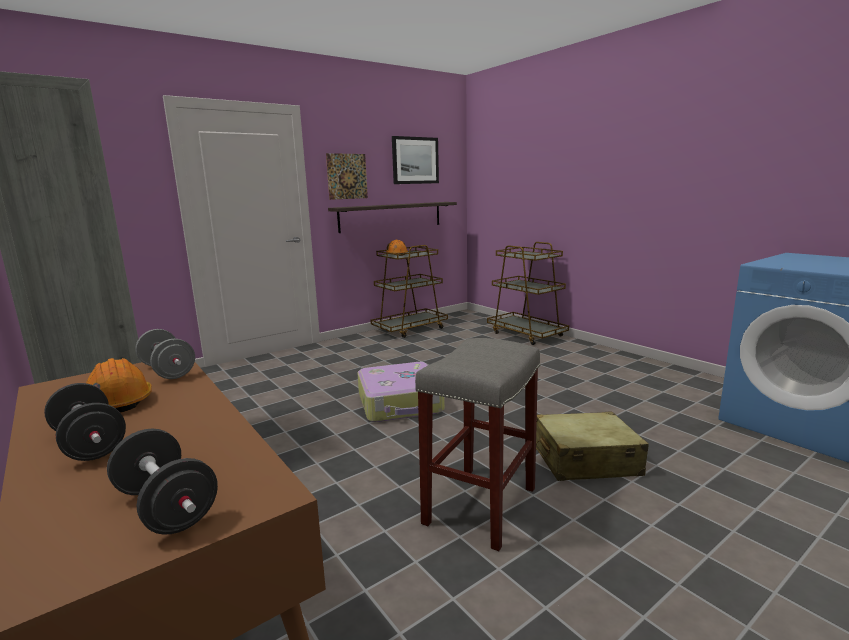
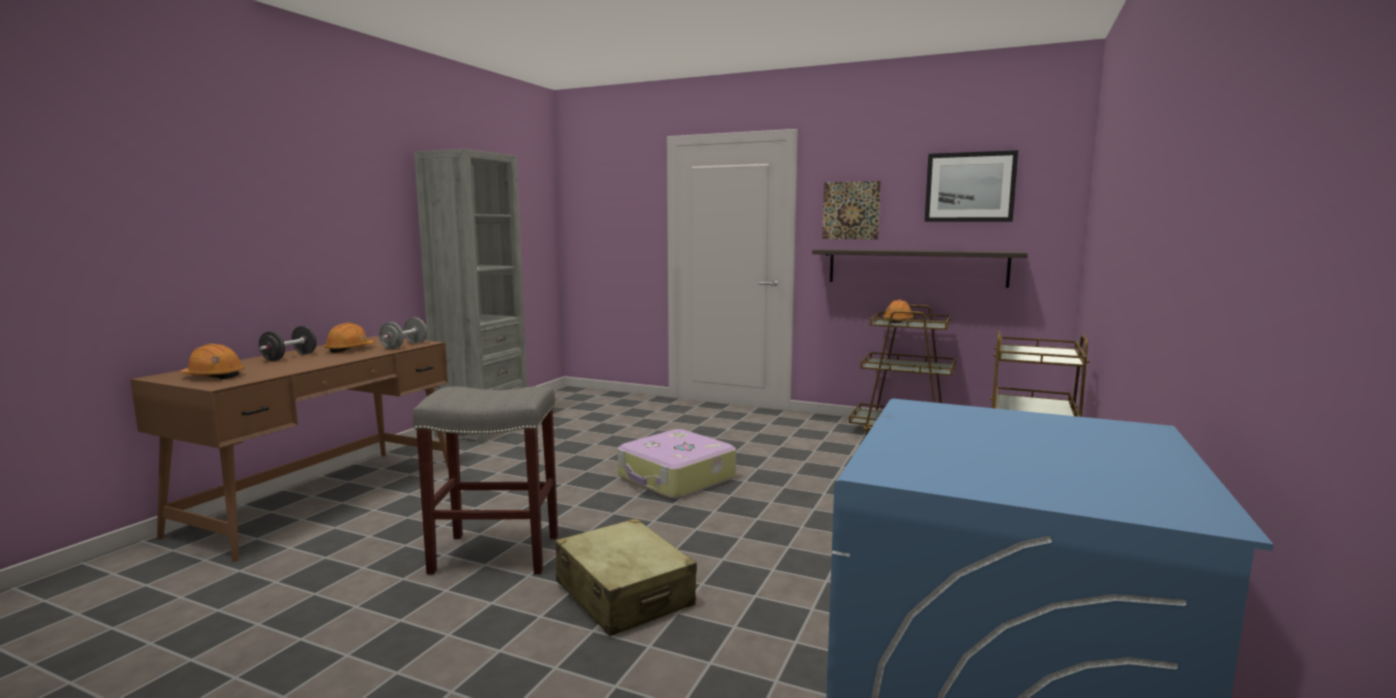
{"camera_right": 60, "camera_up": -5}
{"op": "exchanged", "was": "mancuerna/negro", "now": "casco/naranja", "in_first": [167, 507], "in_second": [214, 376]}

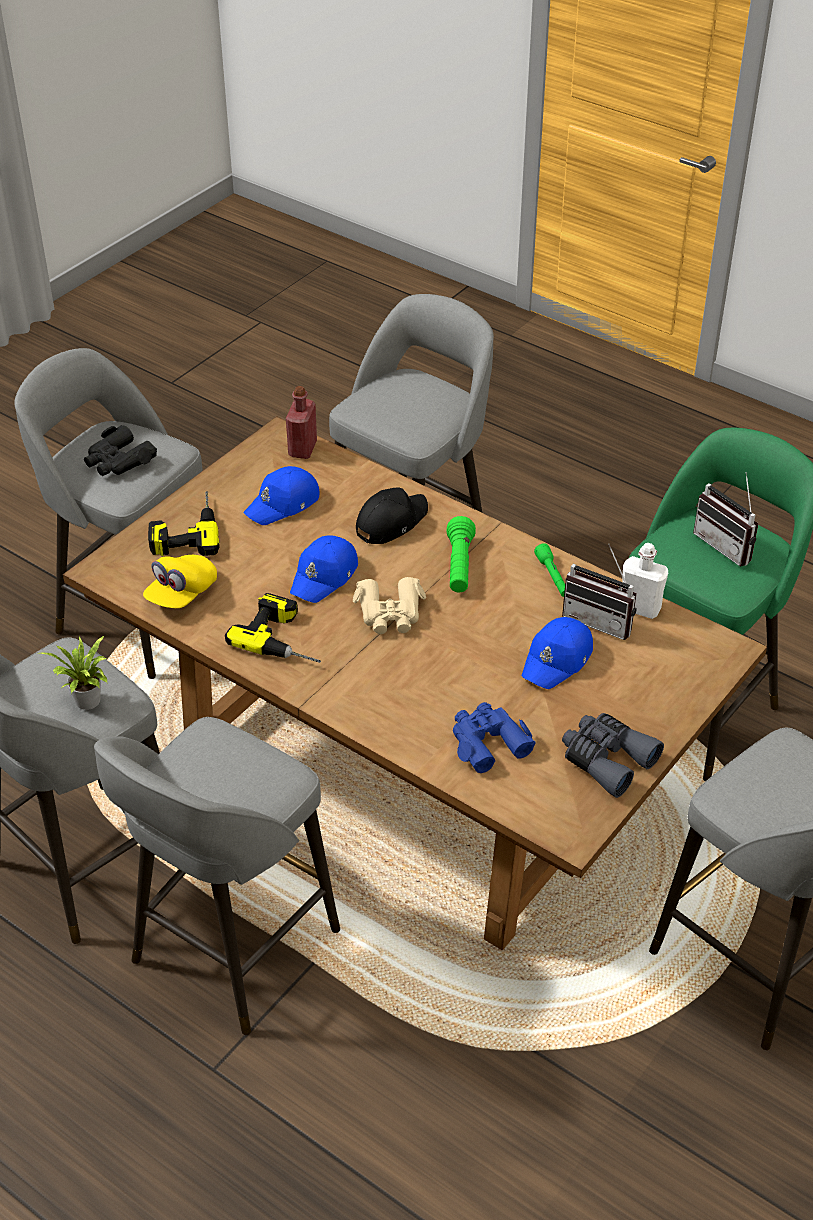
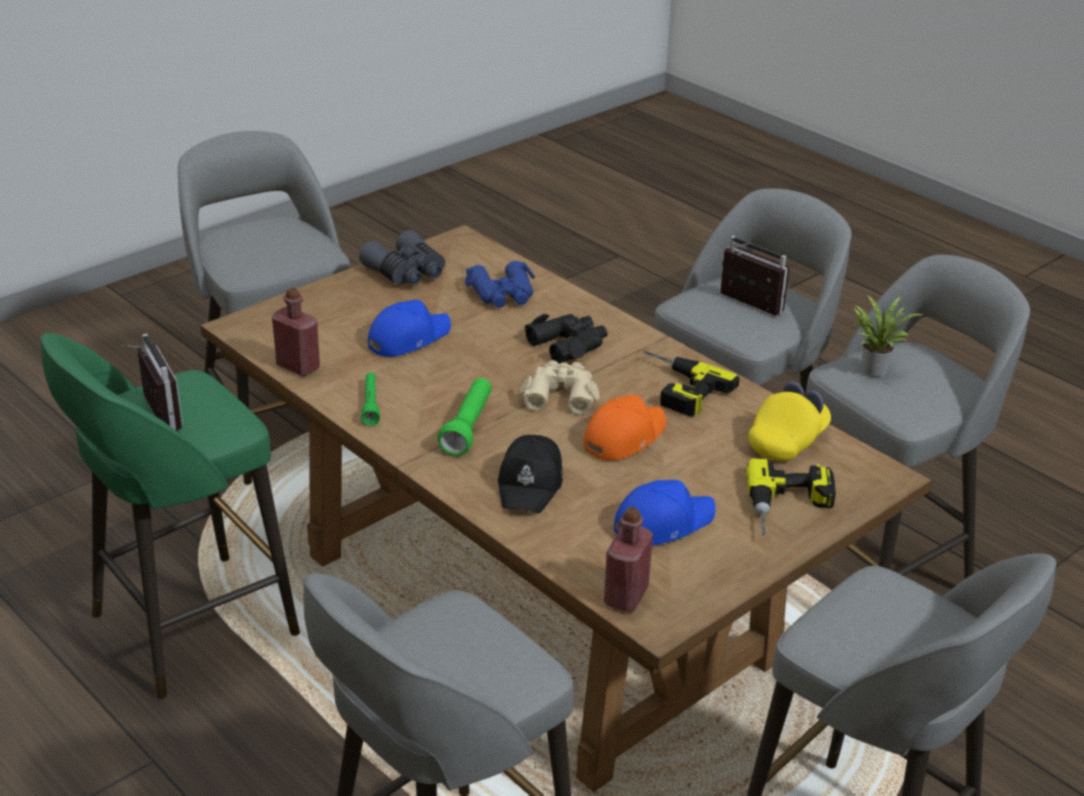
{"camera_right": -170, "camera_up": -10}
{"op": "relocated", "was": "prismáticos/negro", "in_first": [118, 460], "in_second": [568, 344]}
{"op": "colour", "was": "gorra/azul", "now": "gorra/naranja", "in_first": [325, 576], "in_second": [623, 437]}
{"op": "spun", "was": "gorra/negro", "in_first": [390, 522], "in_second": [531, 484], "clockwise": -45}
{"op": "relocated", "was": "radio", "in_first": [601, 620], "in_second": [746, 306]}
{"op": "colour", "was": "botella/blanco", "now": "botella/rojo", "in_first": [640, 608], "in_second": [298, 367]}

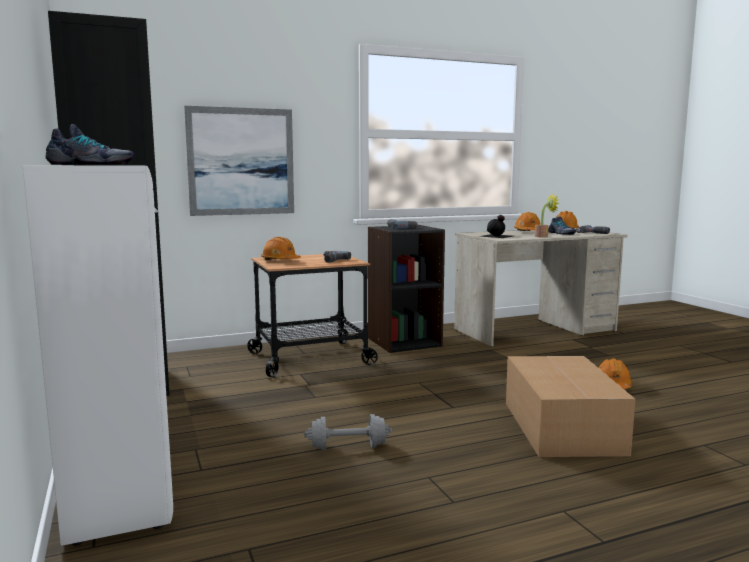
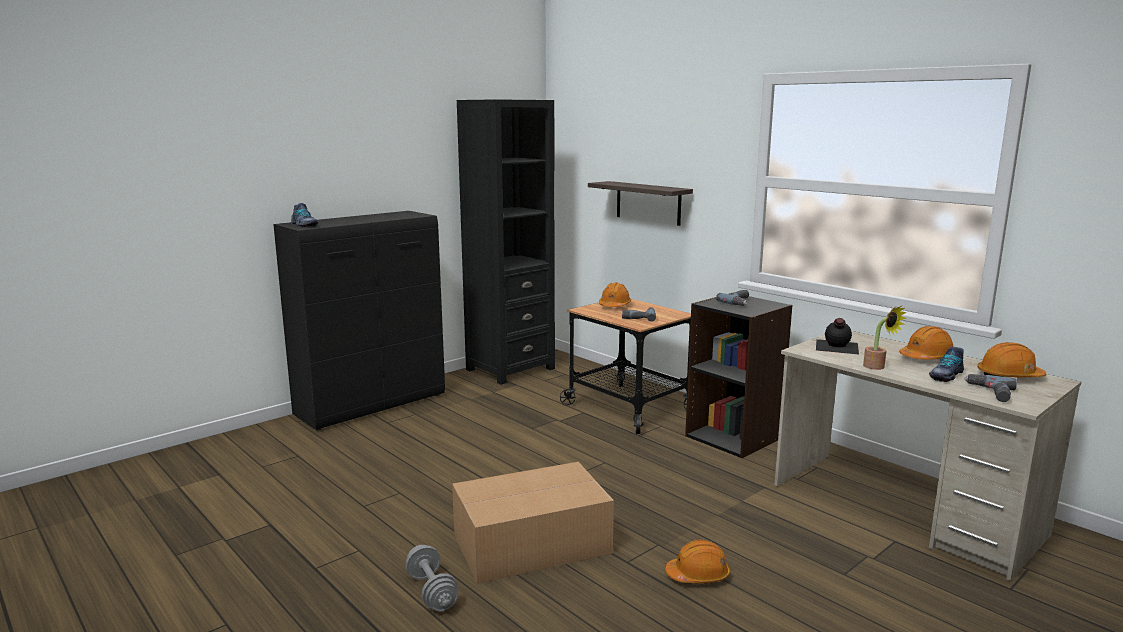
{"camera_right": 70, "camera_up": 5}
{"op": "colour", "was": "armario/blanco", "now": "armario/negro", "in_first": [119, 476], "in_second": [372, 405]}
{"op": "exchanged", "was": "cuadro", "now": "estante", "in_first": [241, 161], "in_second": [648, 203]}
{"op": "relocated", "was": "mancuerna/gris", "in_first": [348, 447], "in_second": [432, 592]}

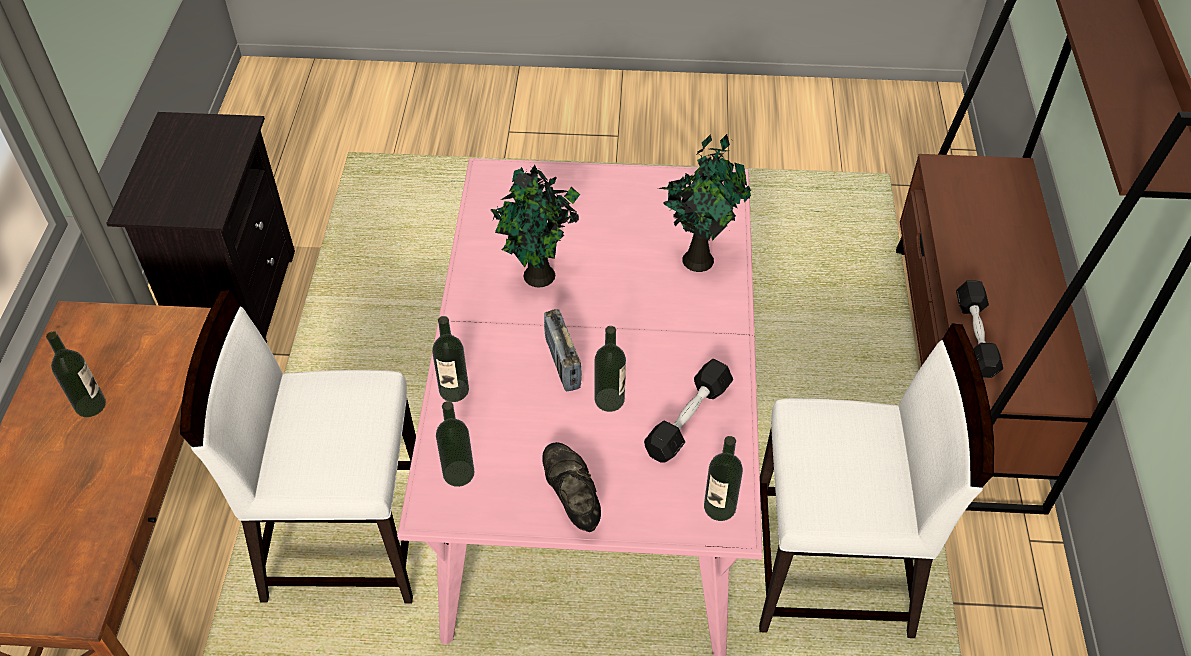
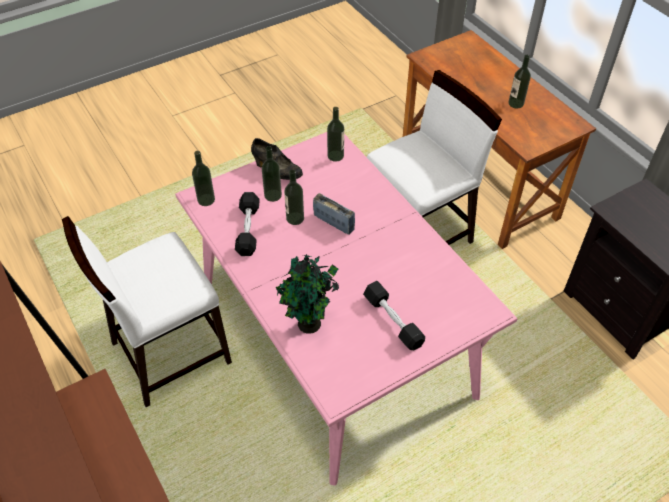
{"camera_right": 145, "camera_up": 0}
{"op": "relocated", "was": "botella", "in_first": [454, 390], "in_second": [273, 195]}
{"op": "missing", "was": "planta en maceta", "in_first": [539, 278]}
{"op": "relocated", "was": "mancuerna/negro", "in_first": [975, 337], "in_second": [393, 321]}

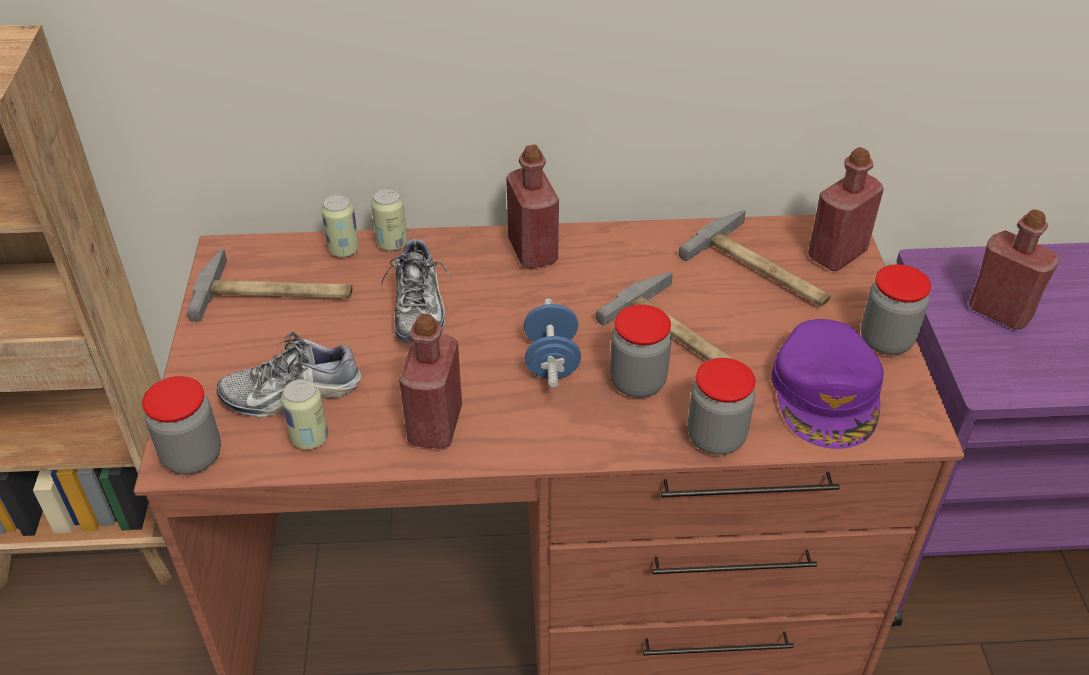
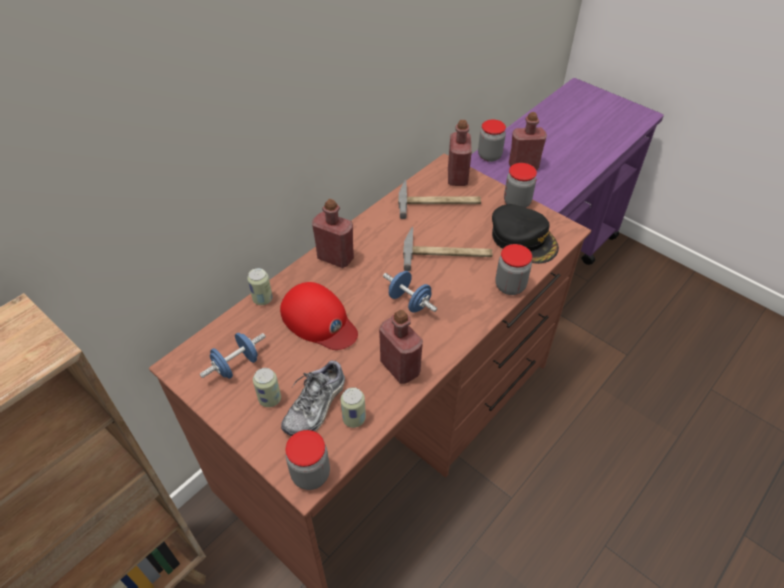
{"camera_right": -45, "camera_up": 5}
{"op": "exchanged", "was": "martillo", "now": "mancuerna/azul", "in_first": [276, 292], "in_second": [236, 365]}
{"op": "relocated", "was": "lata", "in_first": [344, 249], "in_second": [270, 399]}
{"op": "exchanged", "was": "zapato", "now": "gorra/rojo", "in_first": [418, 307], "in_second": [319, 320]}
{"op": "relocated", "was": "tarro", "in_first": [637, 382], "in_second": [489, 156]}
{"op": "colour", "was": "gorra/morado", "now": "gorra/negro", "in_first": [827, 393], "in_second": [523, 239]}

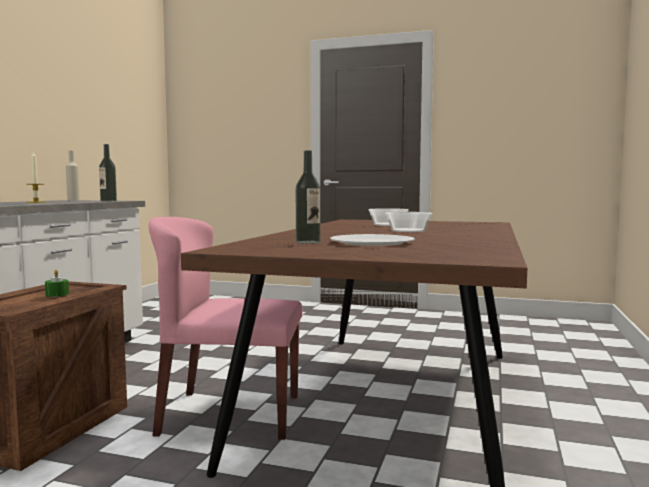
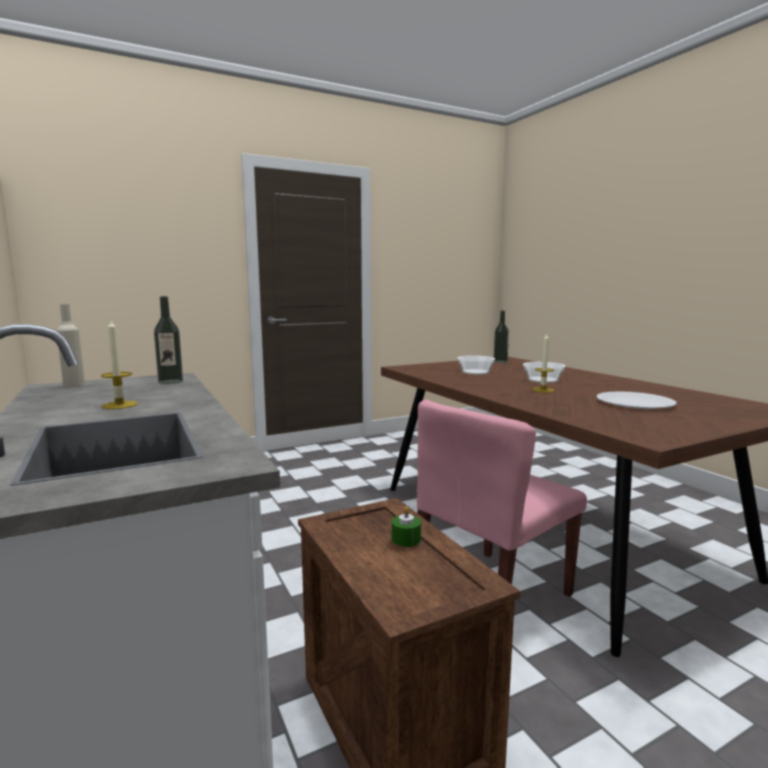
{"camera_right": -45, "camera_up": 5}
{"op": "relocated", "was": "botella", "in_first": [308, 242], "in_second": [500, 361]}
{"op": "appeared", "now": "vela", "in_second": [543, 390]}

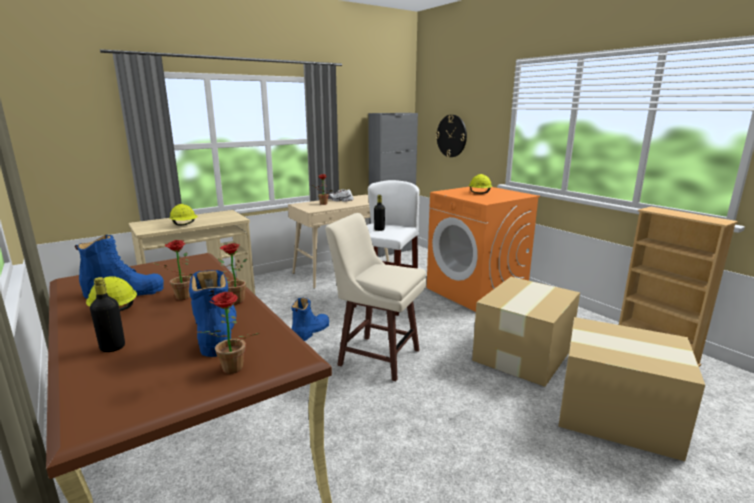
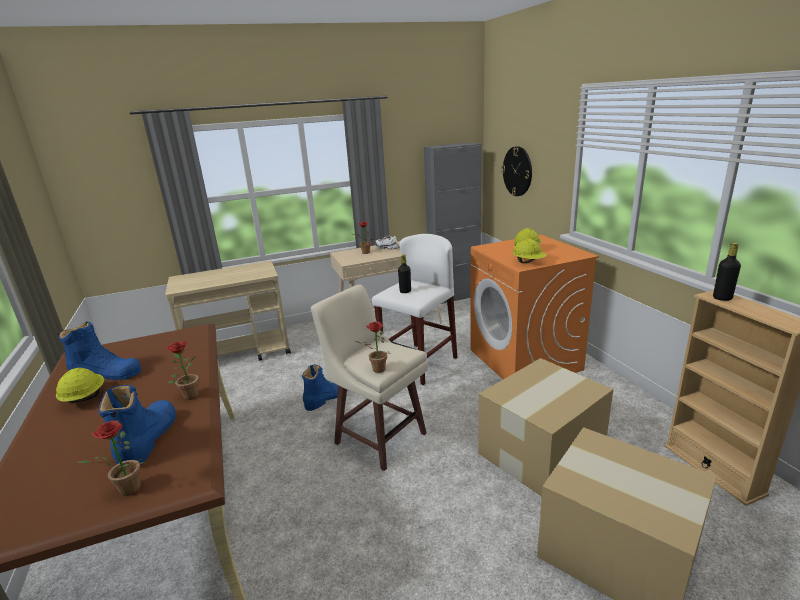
{"camera_right": 15, "camera_up": 5}
{"op": "relocated", "was": "botella/negro", "in_first": [112, 347], "in_second": [722, 298]}
{"op": "relocated", "was": "planta en maceta", "in_first": [180, 298], "in_second": [376, 370]}
{"op": "relocated", "was": "casco/amarillo", "in_first": [184, 225], "in_second": [528, 262]}

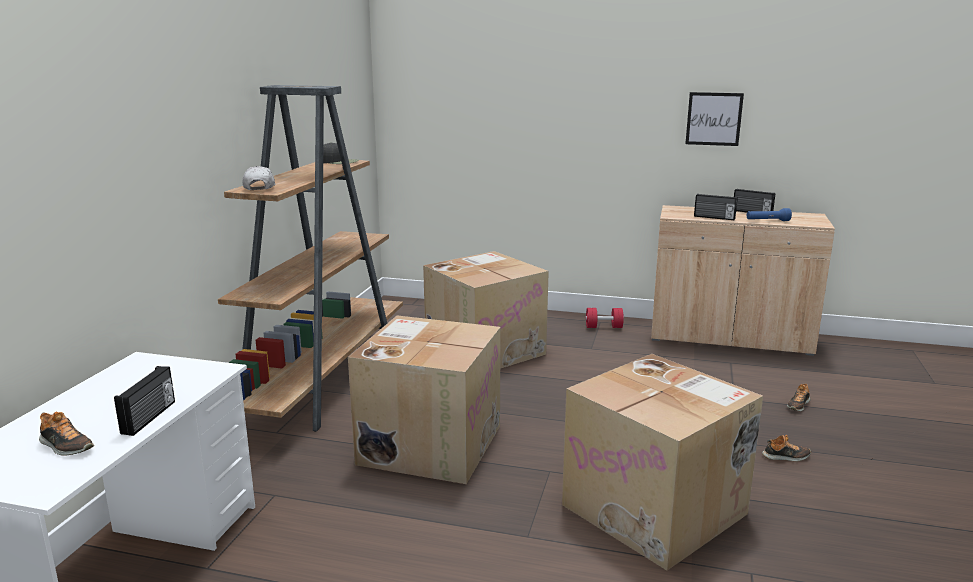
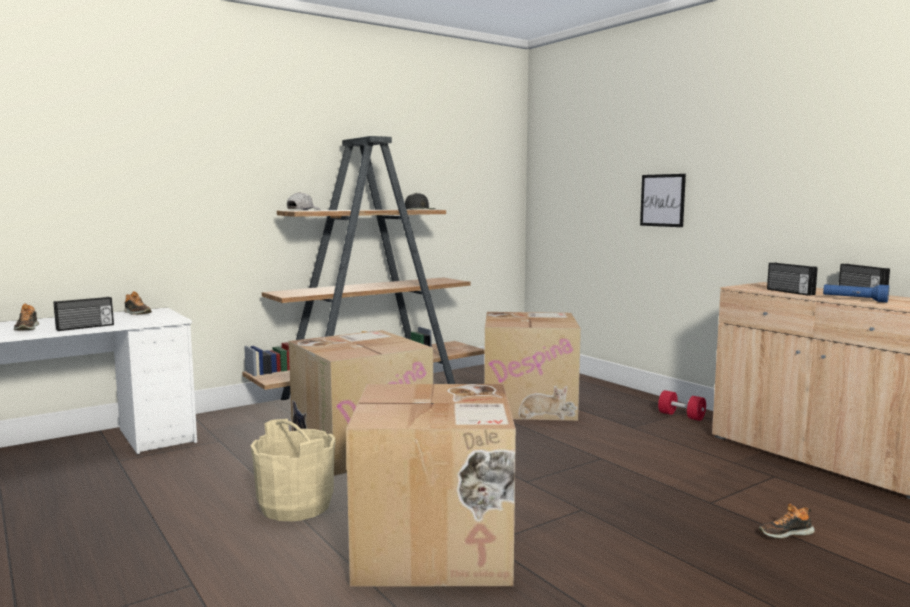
{"camera_right": 40, "camera_up": -10}
{"op": "relocated", "was": "cuadro", "in_first": [714, 119], "in_second": [662, 200]}
{"op": "relocated", "was": "zapato", "in_first": [786, 457], "in_second": [137, 313]}
{"op": "appeared", "now": "cubo/beis", "in_second": [295, 506]}

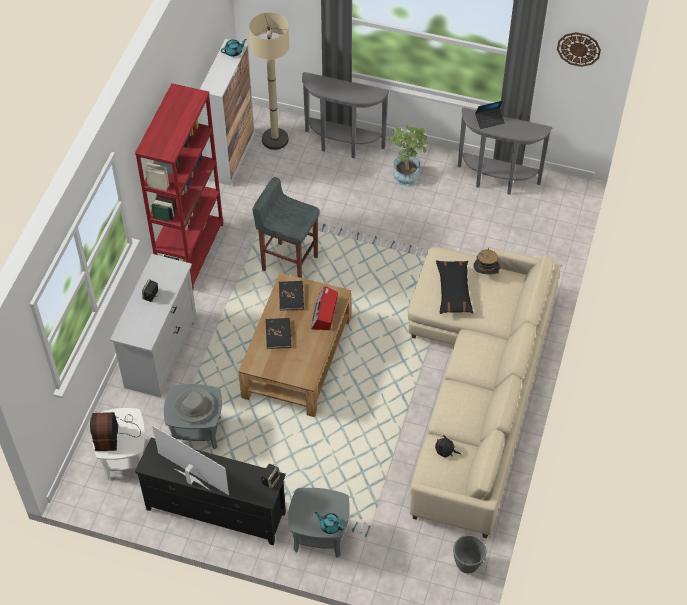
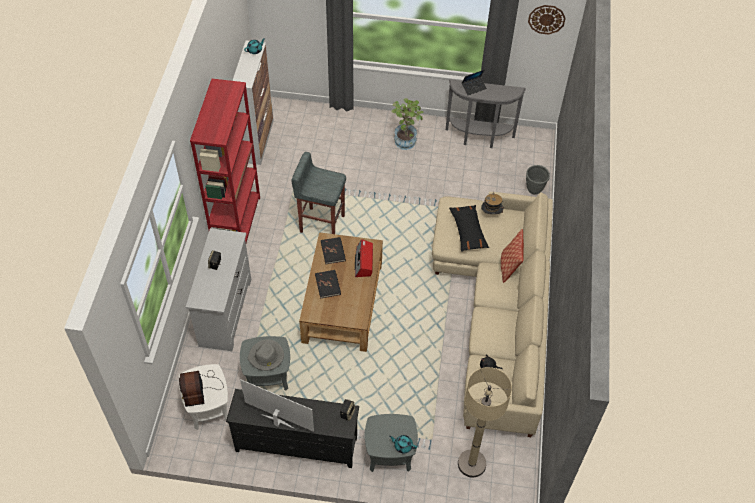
{"camera_right": -10, "camera_up": 0}
{"op": "relocated", "was": "lámpara de pie/beis", "in_first": [275, 139], "in_second": [471, 464]}
{"op": "missing", "was": "mesa consola/gris", "in_first": [342, 146]}
{"op": "relocated", "was": "maceta/gris", "in_first": [467, 565], "in_second": [534, 190]}
{"op": "appeared", "now": "cojín", "in_second": [509, 267]}

